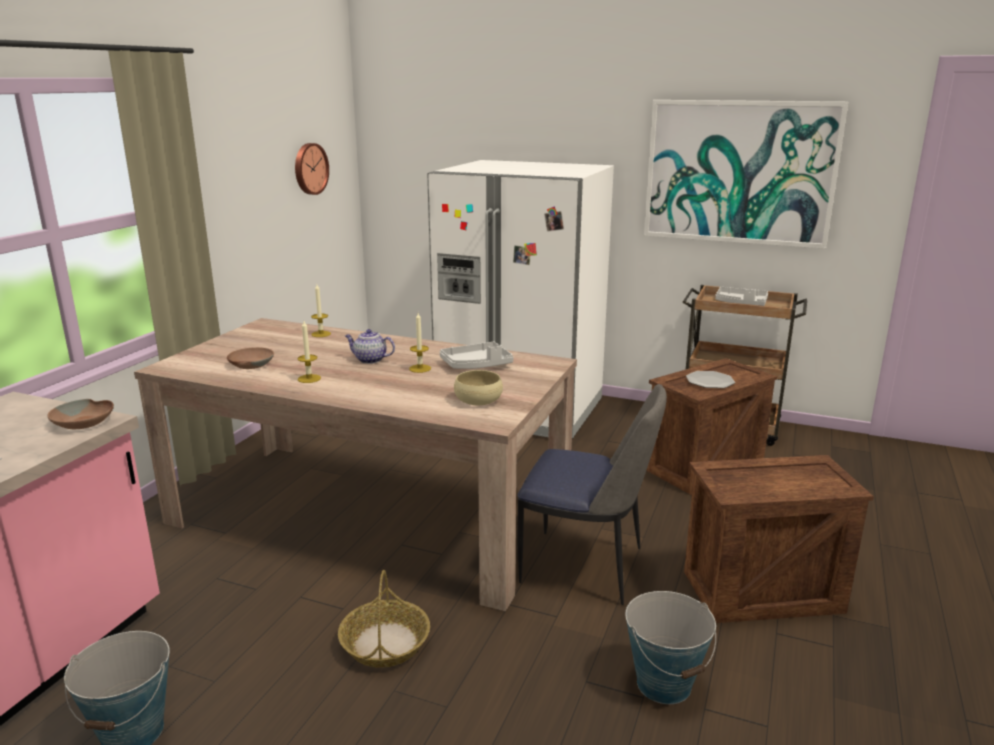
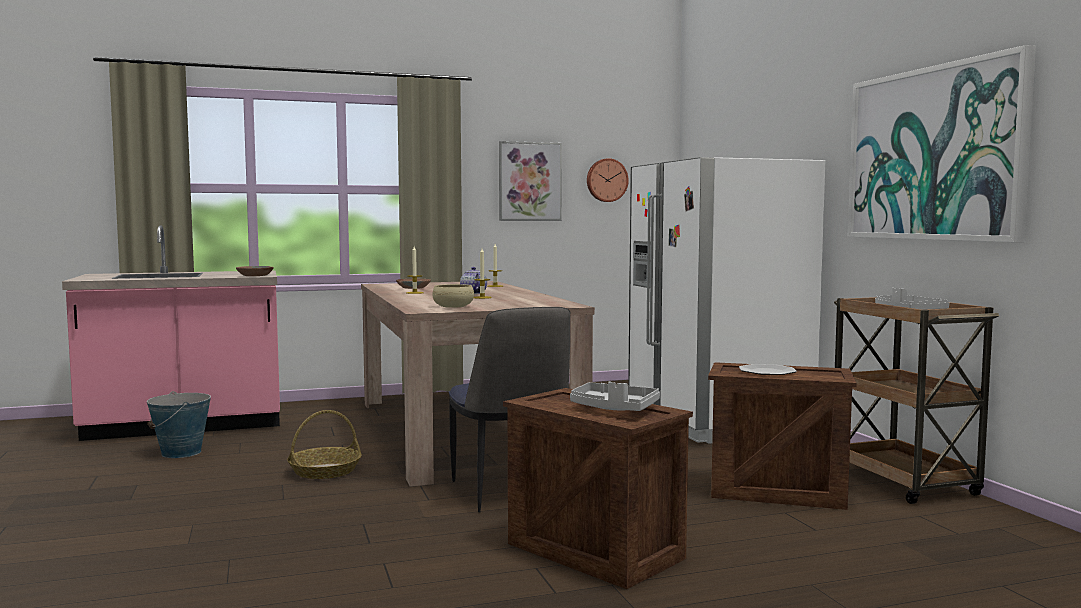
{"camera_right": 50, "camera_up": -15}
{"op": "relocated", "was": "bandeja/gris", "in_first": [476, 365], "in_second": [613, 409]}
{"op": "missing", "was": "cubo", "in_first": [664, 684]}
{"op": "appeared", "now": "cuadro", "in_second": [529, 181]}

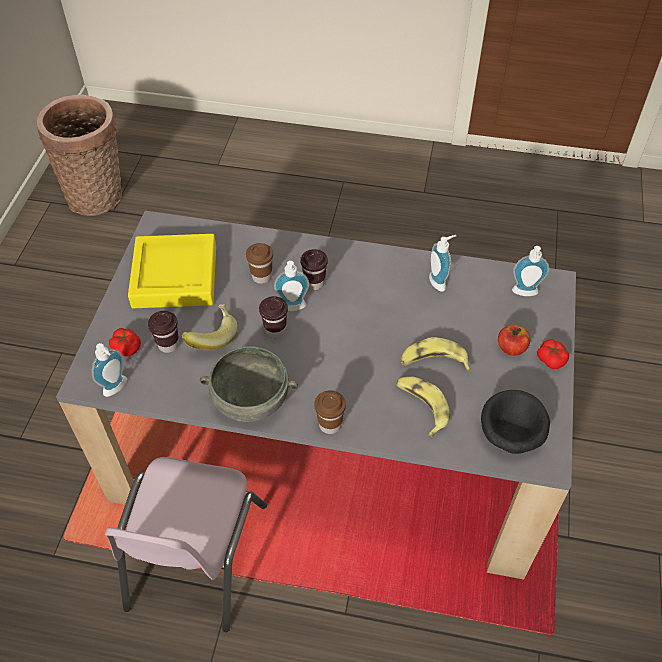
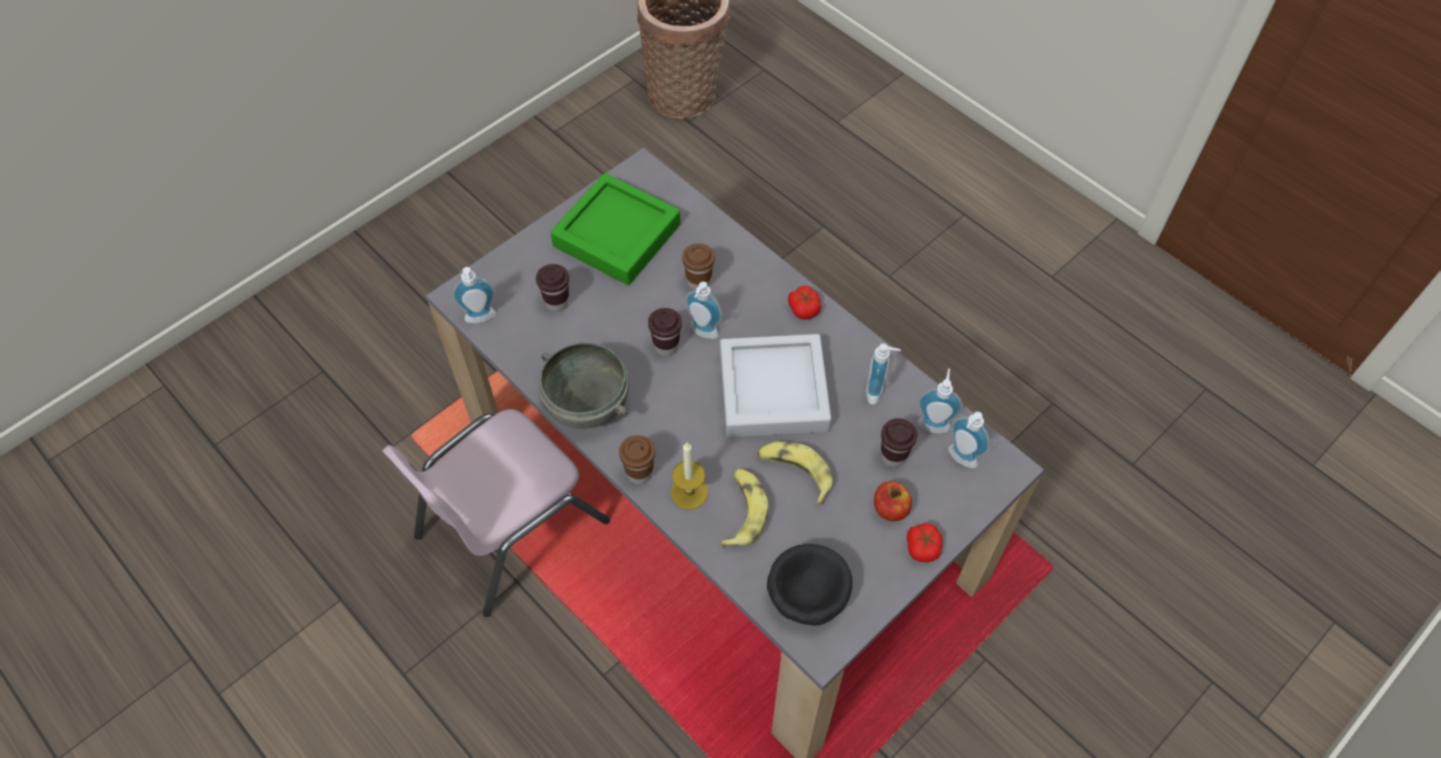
{"camera_right": 35, "camera_up": 5}
{"op": "relocated", "was": "tomate", "in_first": [126, 347], "in_second": [804, 308]}
{"op": "colour", "was": "bandeja/amarillo", "now": "bandeja/verde", "in_first": [175, 276], "in_second": [617, 235]}
{"op": "missing", "was": "plátano", "in_first": [211, 336]}
{"op": "relocated", "was": "taza/marrón", "in_first": [314, 283], "in_second": [893, 456]}
{"op": "appeared", "now": "vela", "in_second": [689, 492]}
{"op": "appeared", "now": "bandeja/gris", "in_second": [773, 391]}
{"op": "appeared", "now": "dispensador de jabón", "in_second": [934, 422]}

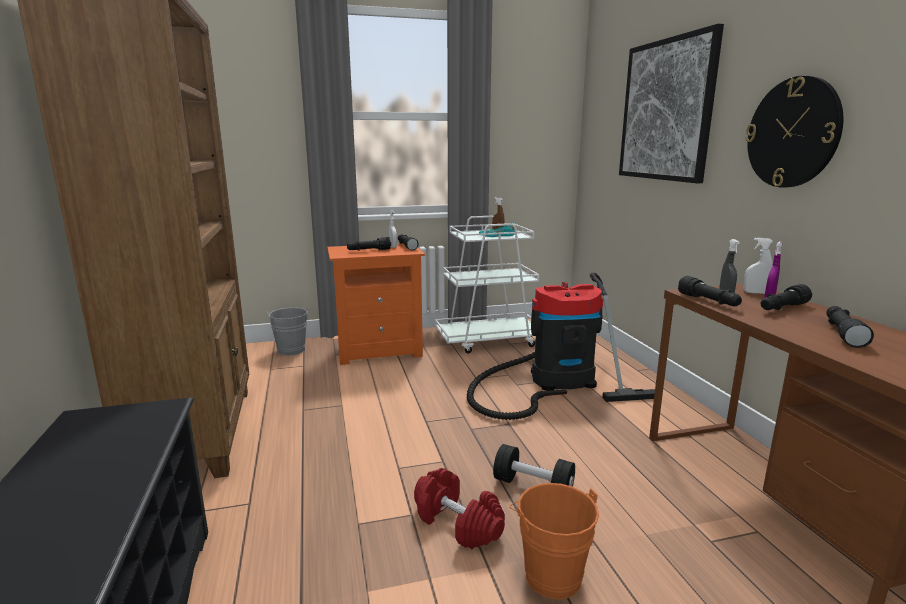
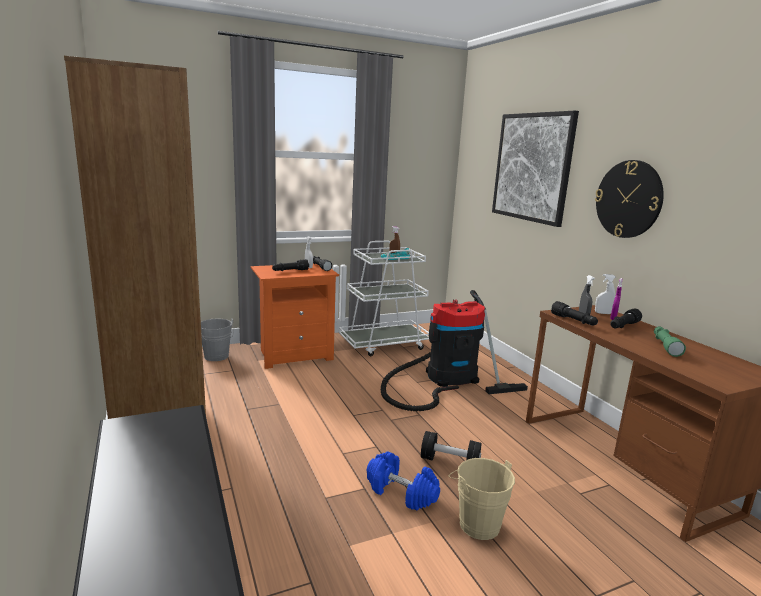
{"camera_right": -10, "camera_up": 0}
{"op": "colour", "was": "mancuerna/rojo", "now": "mancuerna/azul", "in_first": [457, 523], "in_second": [401, 493]}
{"op": "colour", "was": "cubo/naranja", "now": "cubo/beis", "in_first": [549, 572], "in_second": [476, 522]}
{"op": "colour", "was": "linterna/negro", "now": "linterna/verde", "in_first": [842, 334], "in_second": [665, 346]}

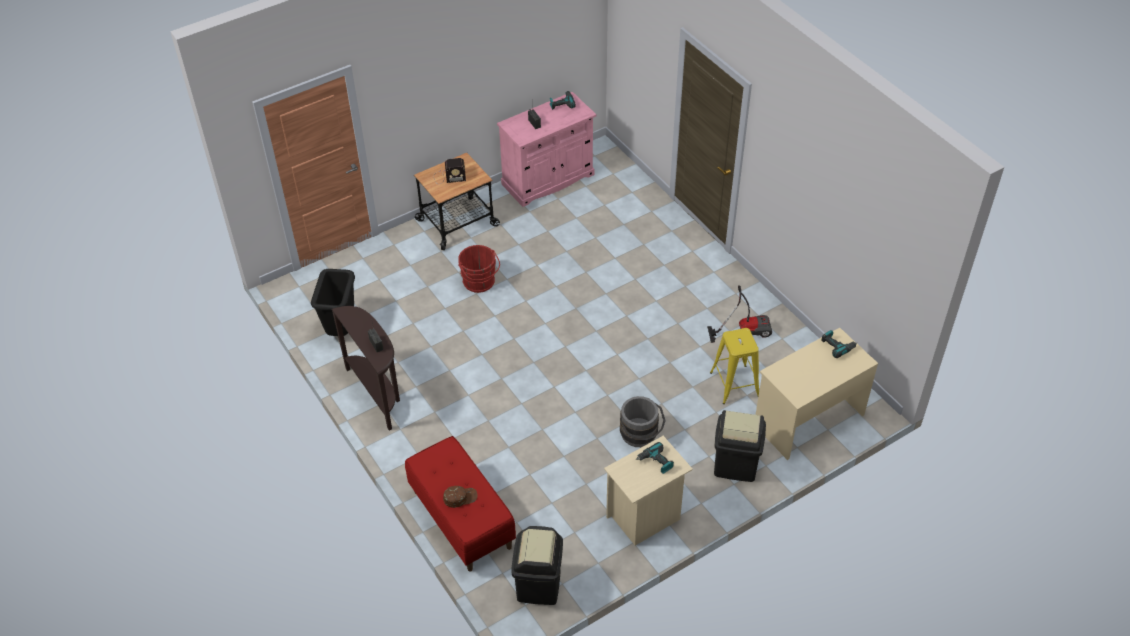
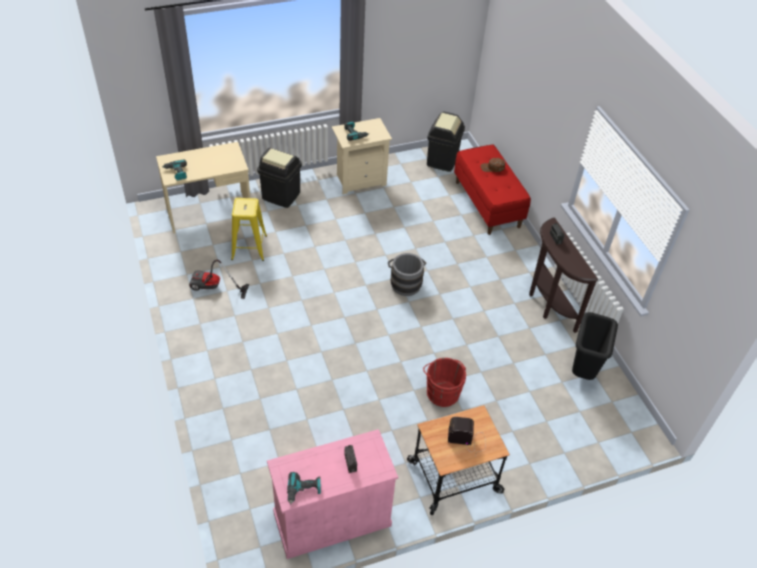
{"camera_right": -170, "camera_up": 0}
{"op": "relocated", "was": "cubo/gris", "in_first": [640, 436], "in_second": [405, 282]}

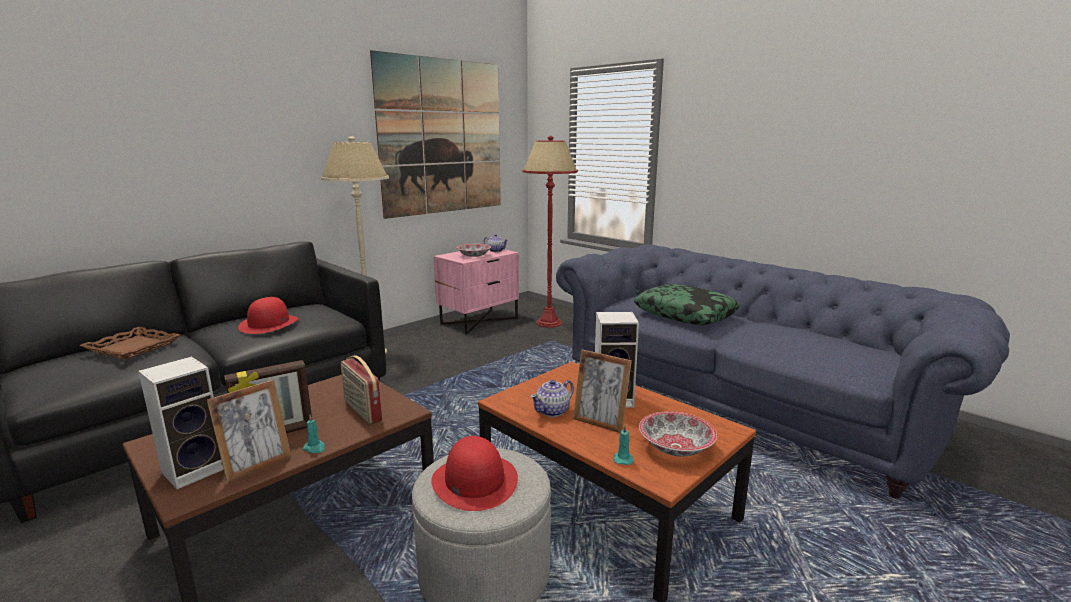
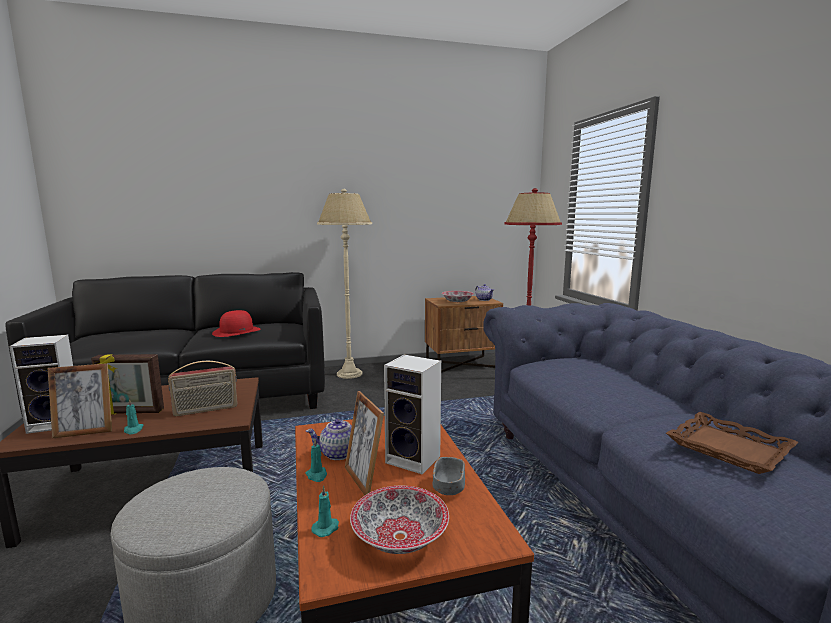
{"camera_right": 30, "camera_up": -5}
{"op": "relocated", "was": "bandeja/marrón", "in_first": [132, 348], "in_second": [728, 448]}
{"op": "spun", "was": "radio", "in_first": [362, 411], "in_second": [206, 410], "clockwise": -105}
{"op": "missing", "was": "cuadro", "in_first": [442, 137]}
{"op": "missing", "was": "sombrero/rojo", "in_first": [474, 481]}
{"op": "colour", "was": "mesita de noche/rosa", "now": "mesita de noche/marrón", "in_first": [479, 321], "in_second": [462, 364]}
{"op": "missing", "was": "cojín", "in_first": [685, 314]}
{"op": "appeared", "now": "vela/turquesa", "in_second": [317, 475]}
{"op": "appeared", "now": "cuenco/gris", "in_second": [448, 487]}

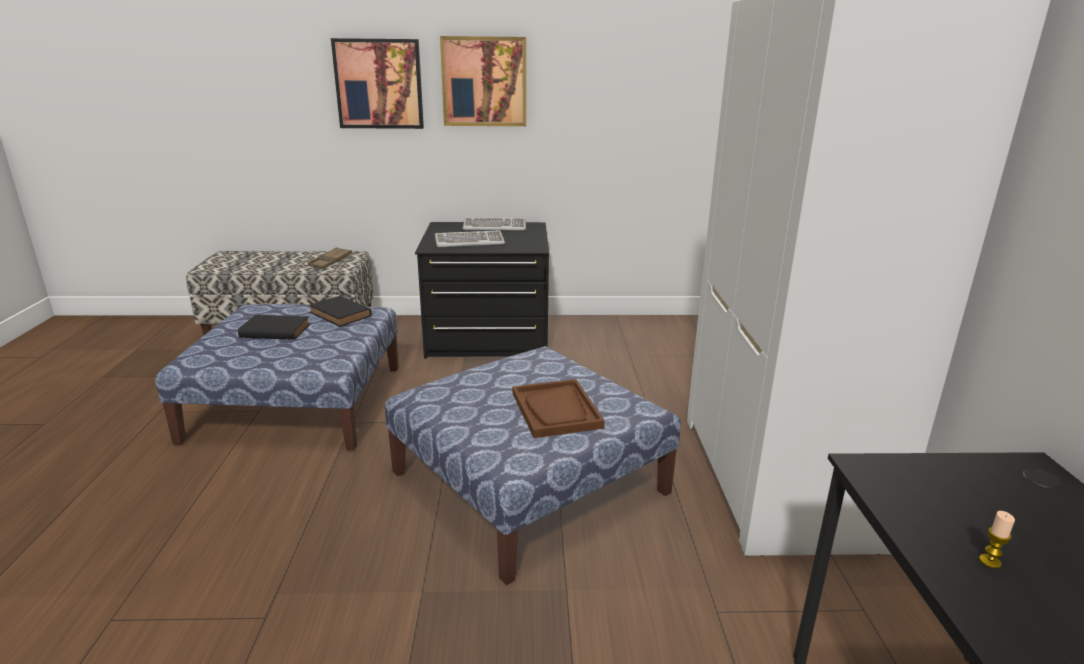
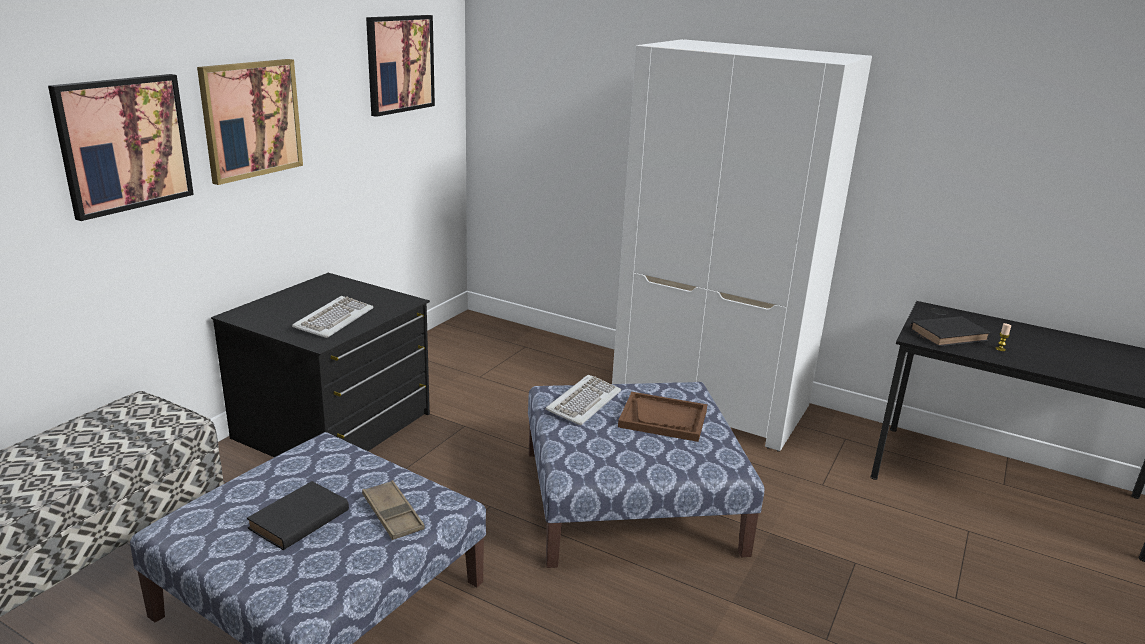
{"camera_right": -60, "camera_up": 0}
{"op": "relocated", "was": "bandeja/marrón", "in_first": [330, 261], "in_second": [393, 515]}
{"op": "relocated", "was": "libro/negro", "in_first": [341, 315], "in_second": [950, 335]}
{"op": "relocated", "was": "teclado", "in_first": [495, 227], "in_second": [583, 402]}
{"op": "appeared", "now": "cuadro", "in_second": [400, 64]}

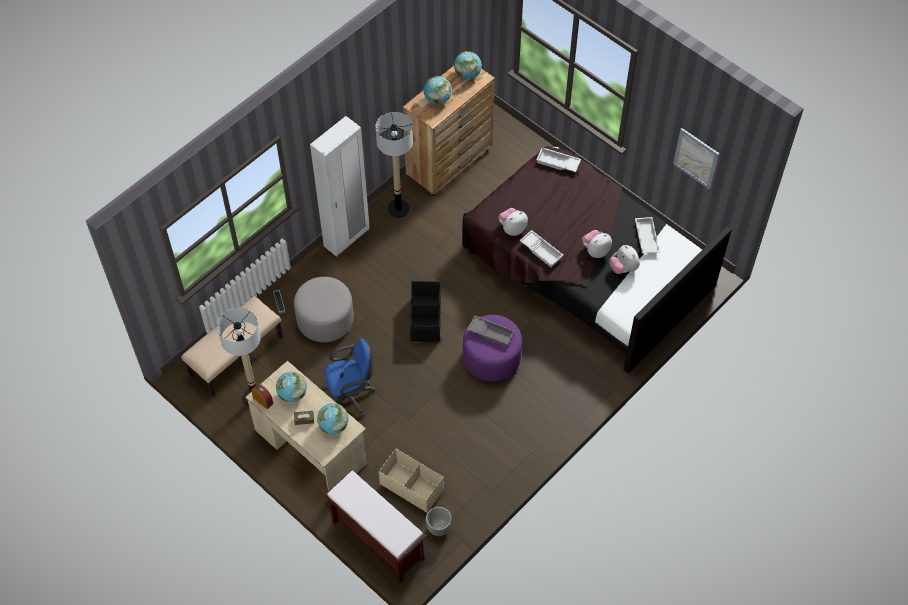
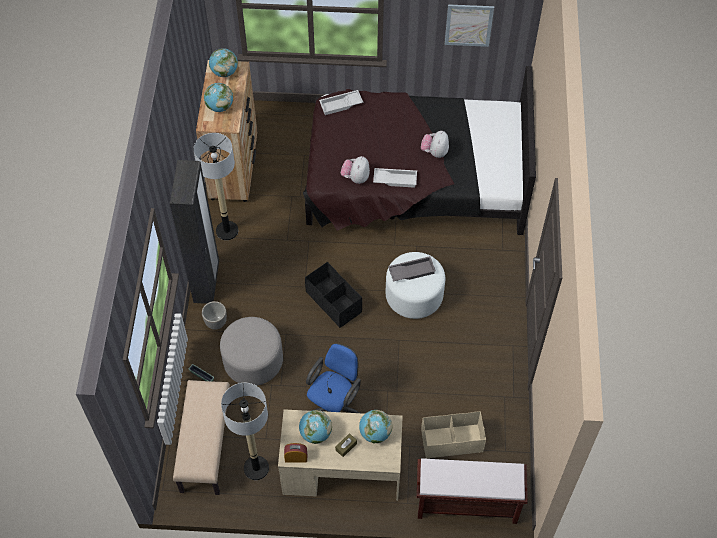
{"camera_right": -40, "camera_up": 0}
{"op": "colour", "was": "armario ropero/blanco", "now": "armario ropero/negro", "in_first": [347, 238], "in_second": [207, 283]}
{"op": "relocated", "was": "maceta", "in_first": [438, 528], "in_second": [216, 323]}
{"op": "colour", "was": "puf/morado", "now": "puf/blanco", "in_first": [491, 358], "in_second": [414, 296]}
{"op": "missing", "was": "peluche", "in_first": [623, 268]}
{"op": "missing", "was": "bandeja/blanco", "in_first": [645, 238]}

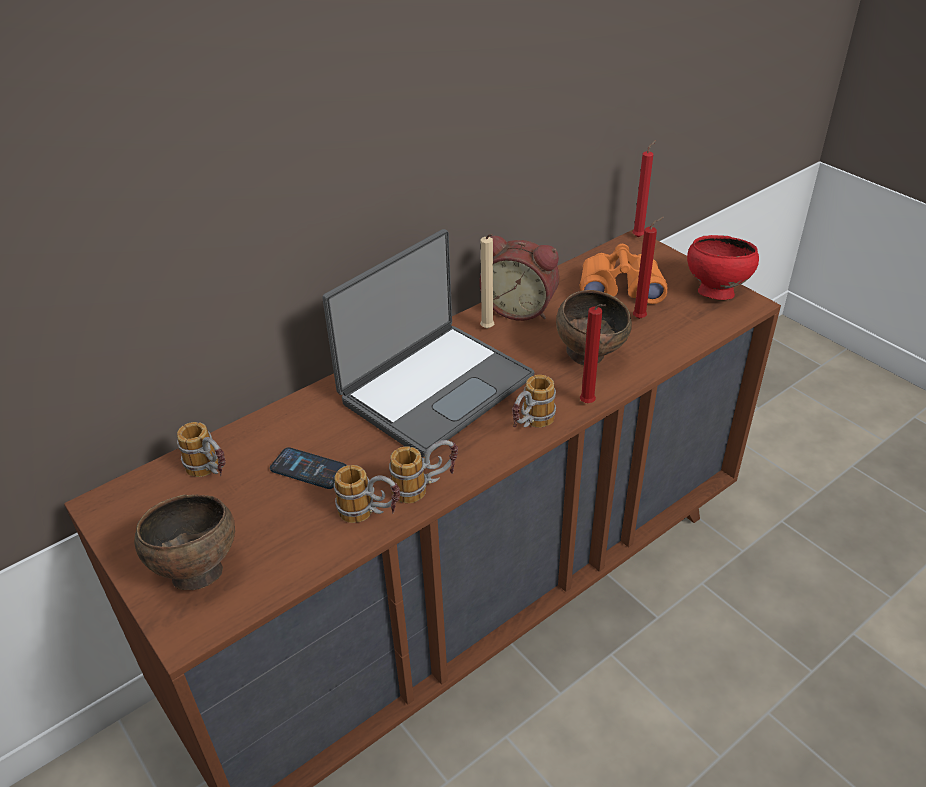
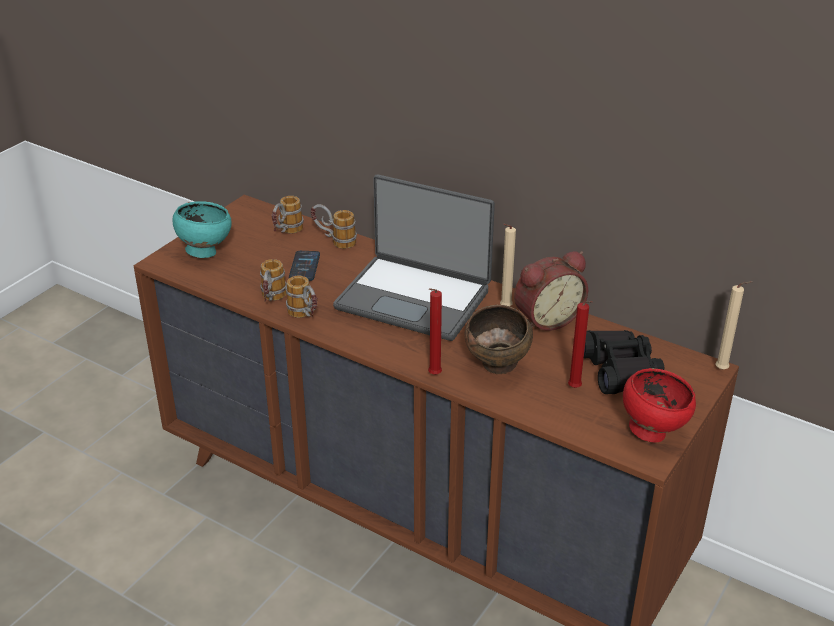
{"camera_right": 70, "camera_up": -5}
{"op": "colour", "was": "cuenco/marrón", "now": "cuenco/turquesa", "in_first": [196, 572], "in_second": [205, 252]}
{"op": "spun", "was": "despertador", "in_first": [520, 308], "in_second": [546, 318], "clockwise": -120}
{"op": "relocated", "was": "taza grande", "in_first": [530, 426], "in_second": [334, 241]}
{"op": "colour", "was": "prismáticos/naranja", "now": "prismáticos/negro", "in_first": [620, 287], "in_second": [619, 370]}
{"op": "colour", "was": "vela/rojo", "now": "vela/beis", "in_first": [639, 236], "in_second": [723, 370]}

